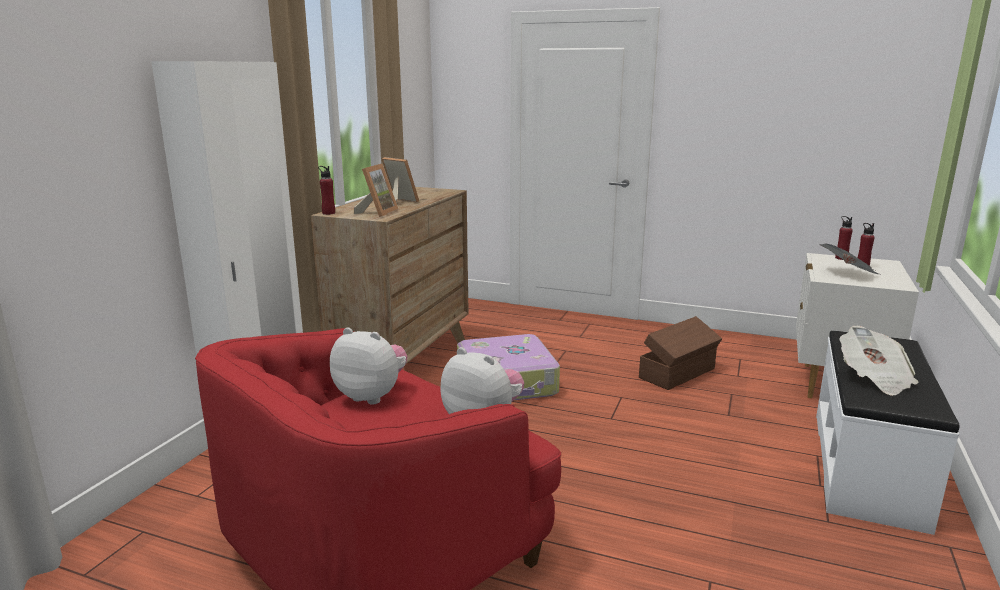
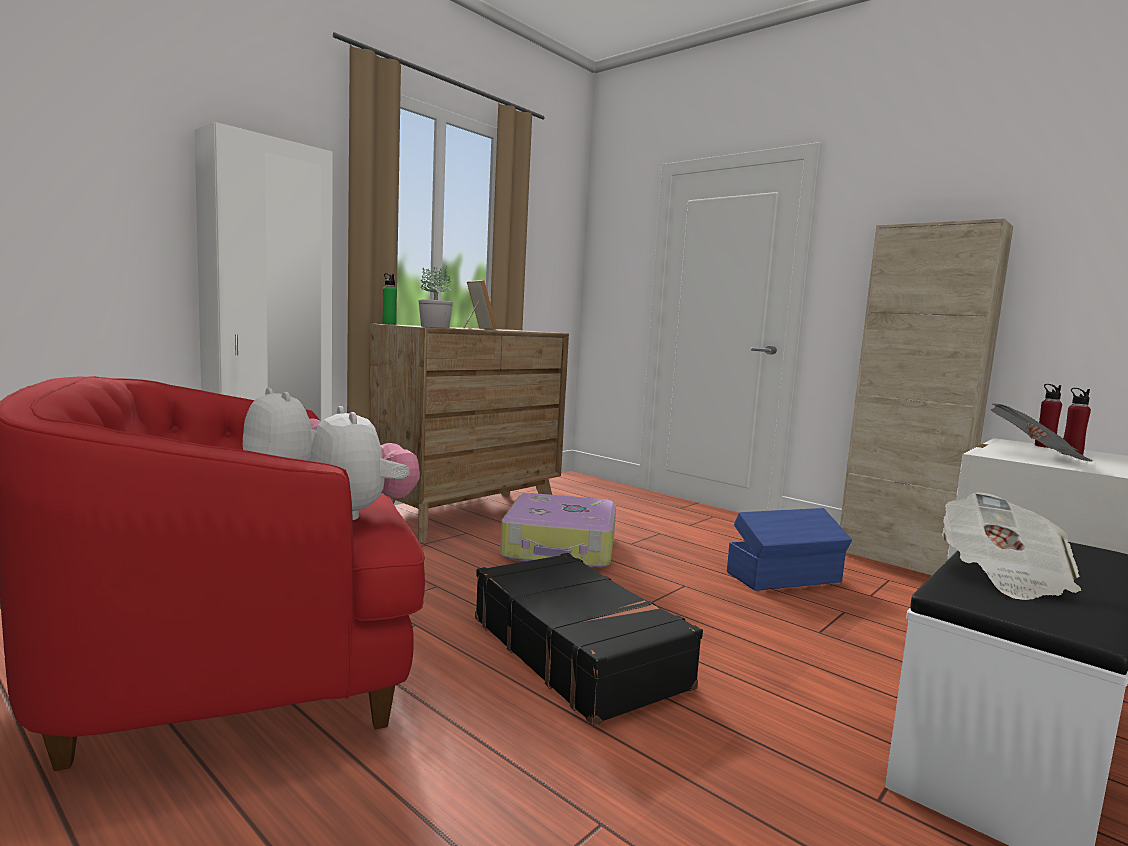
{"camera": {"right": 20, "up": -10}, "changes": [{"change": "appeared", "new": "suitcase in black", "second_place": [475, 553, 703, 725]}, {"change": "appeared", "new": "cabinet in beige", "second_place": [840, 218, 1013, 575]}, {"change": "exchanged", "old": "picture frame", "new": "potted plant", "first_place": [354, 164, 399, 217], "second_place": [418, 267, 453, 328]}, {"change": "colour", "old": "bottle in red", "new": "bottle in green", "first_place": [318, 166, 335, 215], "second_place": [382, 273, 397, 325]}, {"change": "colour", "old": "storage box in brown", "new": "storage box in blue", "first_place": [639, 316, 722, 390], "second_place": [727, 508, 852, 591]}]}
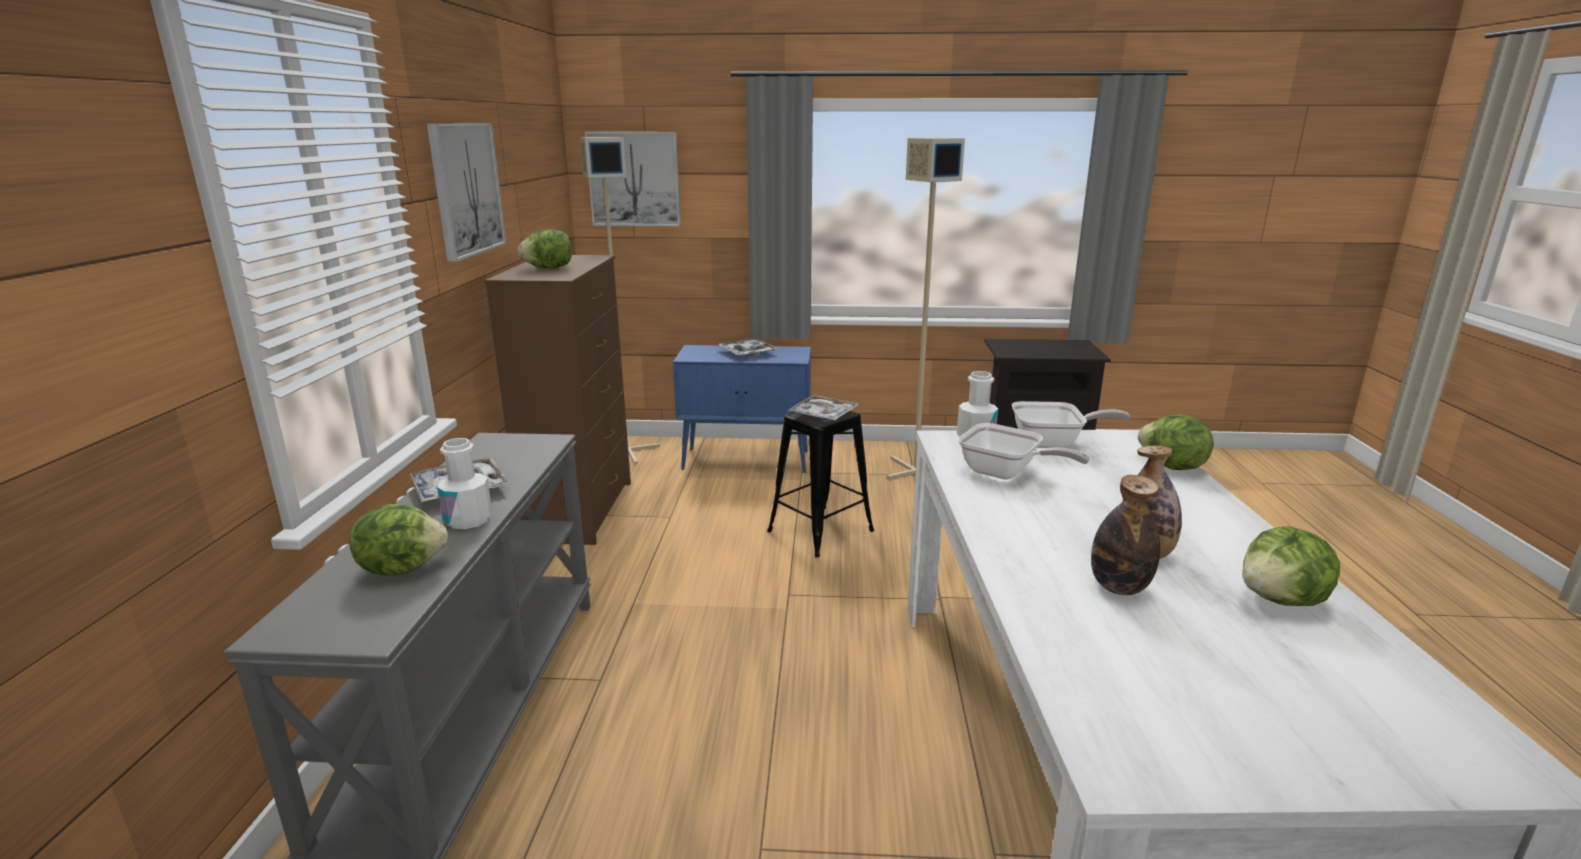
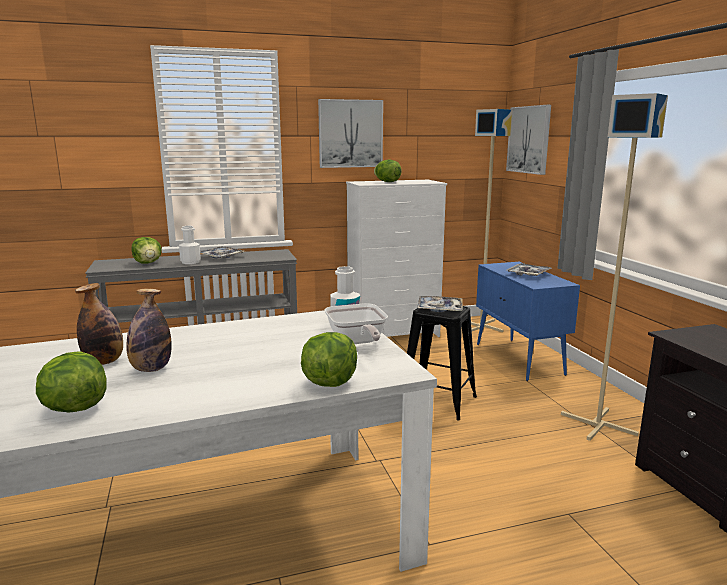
{"camera": {"right": 70, "up": -5}, "changes": [{"change": "missing", "old": "frying pan", "first_place": [958, 423, 1090, 479]}, {"change": "colour", "old": "dresser in brown", "new": "dresser in white", "first_place": [485, 255, 631, 545], "second_place": [346, 180, 447, 337]}]}
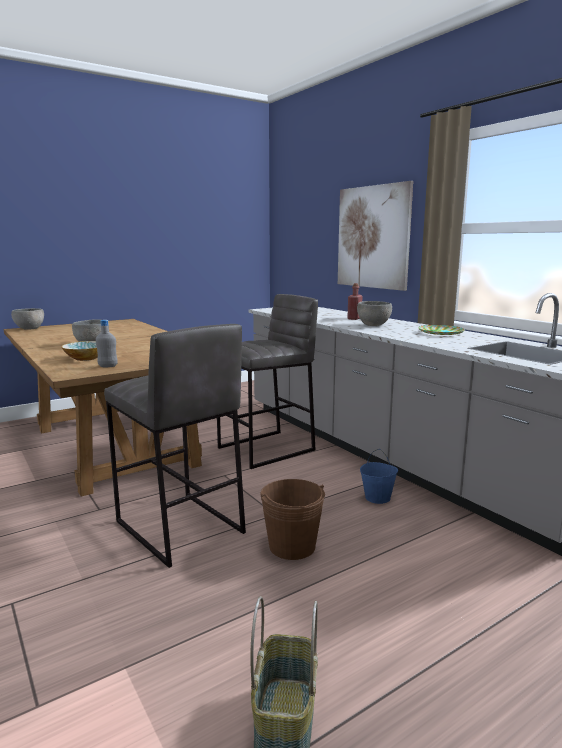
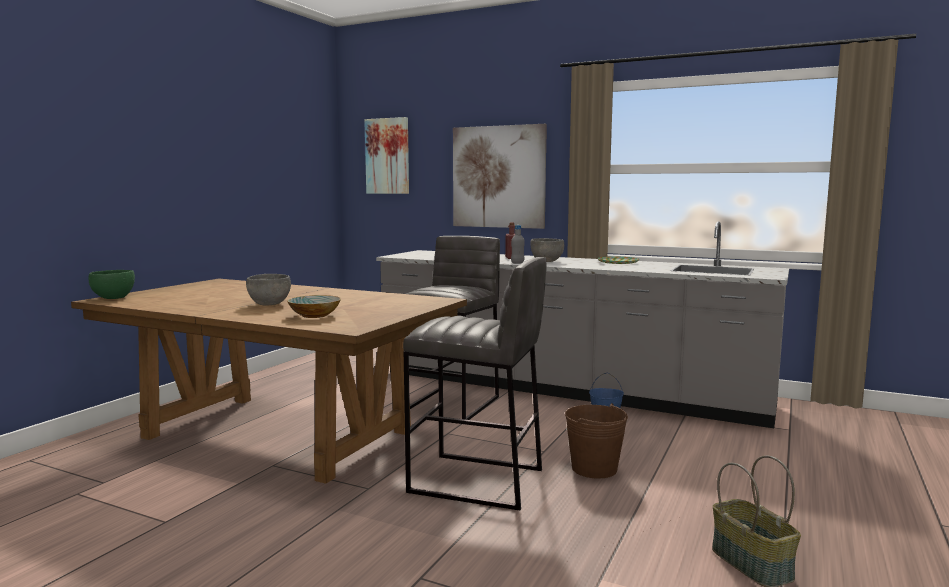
{"camera": {"right": -30, "up": -5}, "changes": [{"change": "appeared", "new": "picture", "second_place": [364, 117, 409, 194]}, {"change": "relocated", "old": "bottle in grey", "first_place": [96, 320, 118, 367], "second_place": [511, 225, 525, 264]}, {"change": "colour", "old": "bowl in grey", "new": "bowl in green", "first_place": [11, 308, 44, 330], "second_place": [89, 270, 135, 299]}]}
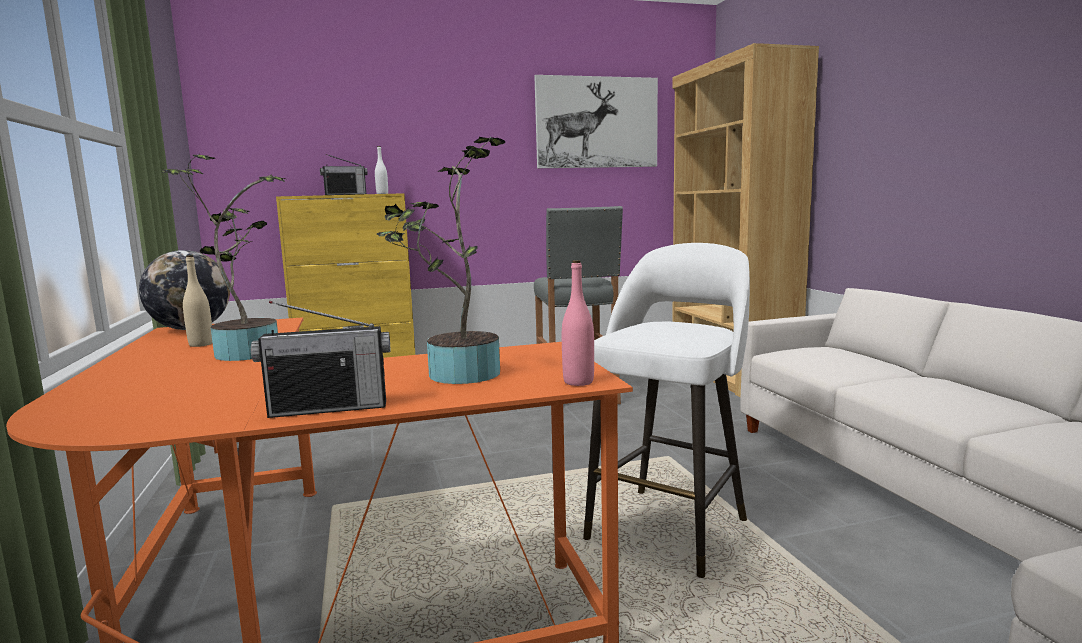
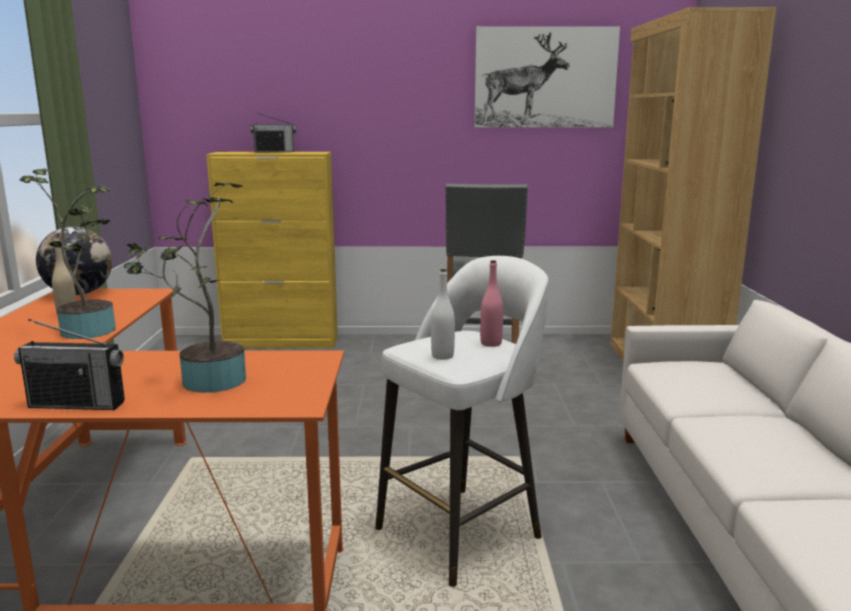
{"camera": {"right": 15, "up": 5}, "changes": [{"change": "relocated", "old": "bottle in white", "first_place": [375, 146, 388, 194], "second_place": [431, 269, 455, 360]}, {"change": "relocated", "old": "bottle in pink", "first_place": [562, 260, 594, 386], "second_place": [480, 260, 503, 347]}]}
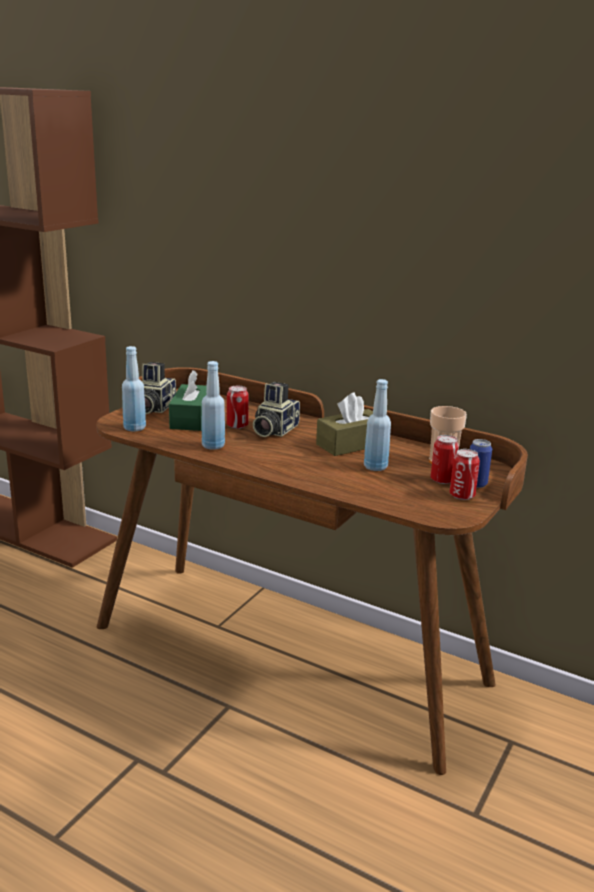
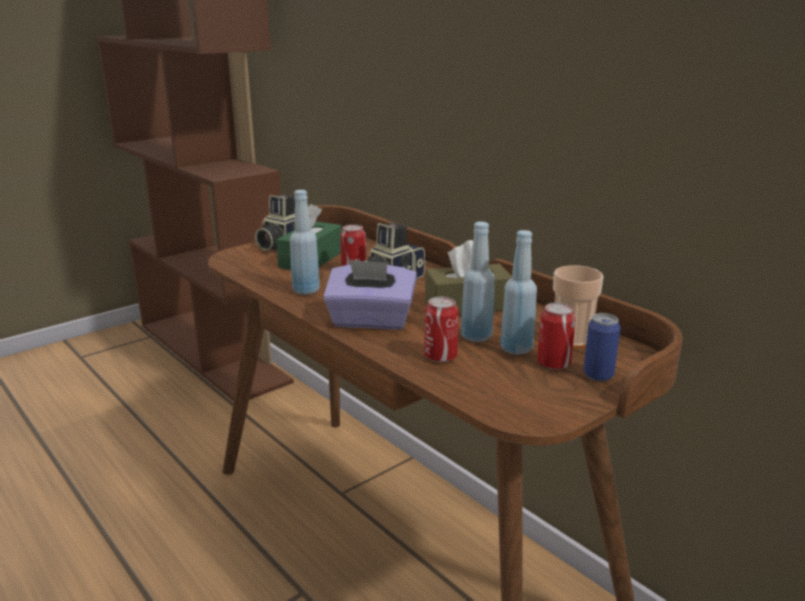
{"camera": {"right": 20, "up": 0}, "changes": [{"change": "appeared", "new": "tissue box in purple", "second_place": [323, 259, 417, 330]}, {"change": "relocated", "old": "bottle in blue", "first_place": [122, 346, 146, 431], "second_place": [500, 230, 537, 354]}, {"change": "relocated", "old": "can", "first_place": [450, 449, 480, 500], "second_place": [424, 297, 459, 362]}]}
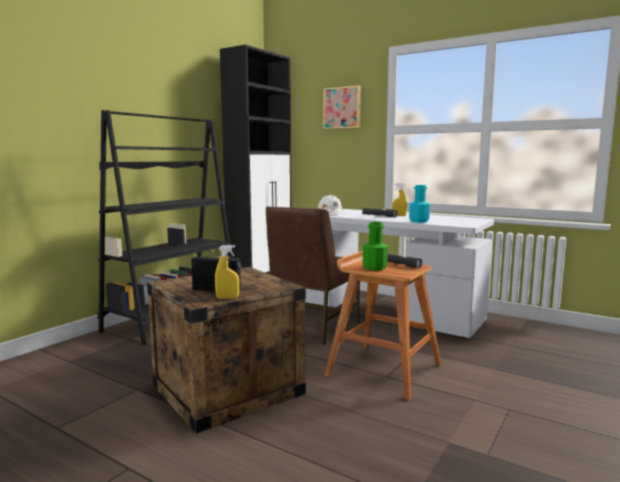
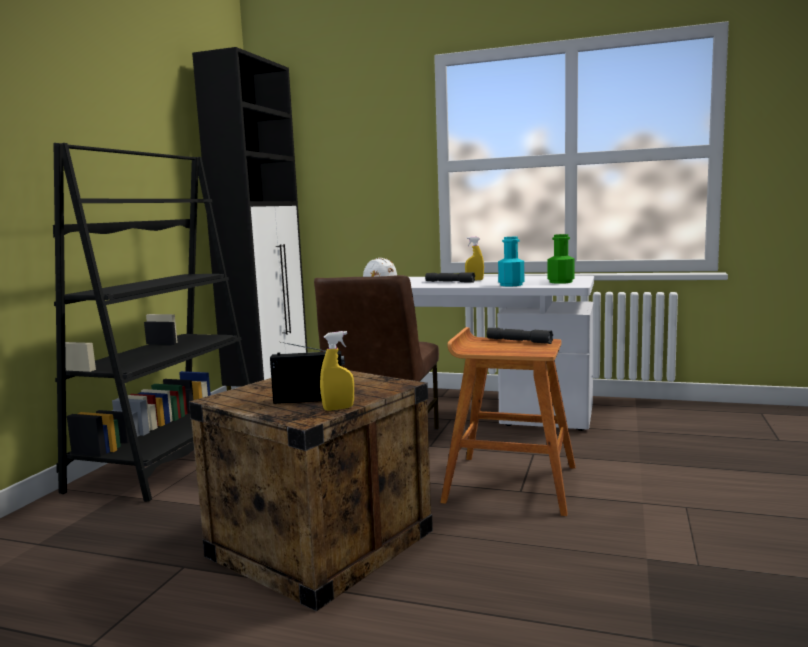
{"camera": {"right": -15, "up": 0}, "changes": [{"change": "missing", "old": "picture", "first_place": [323, 85, 361, 129]}, {"change": "relocated", "old": "bottle in green", "first_place": [363, 222, 388, 270], "second_place": [548, 234, 575, 284]}]}
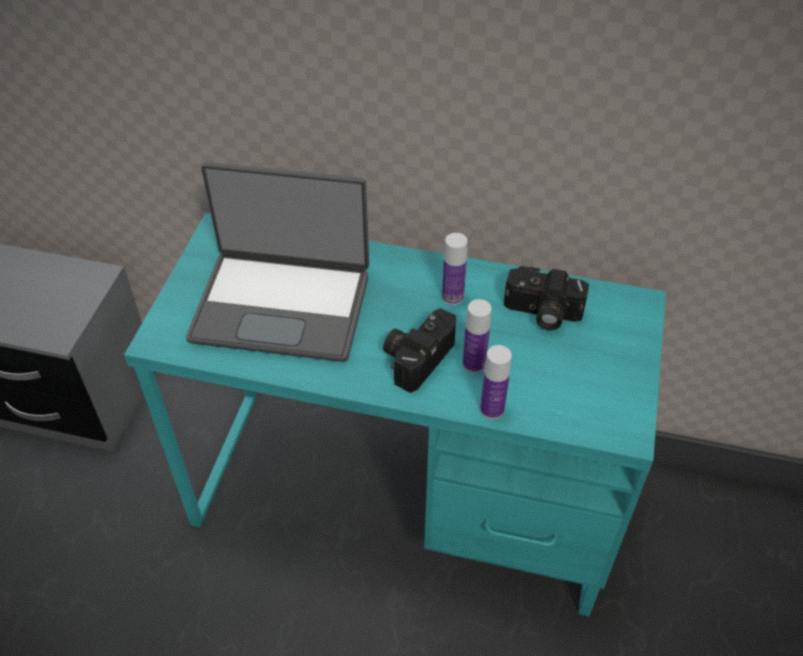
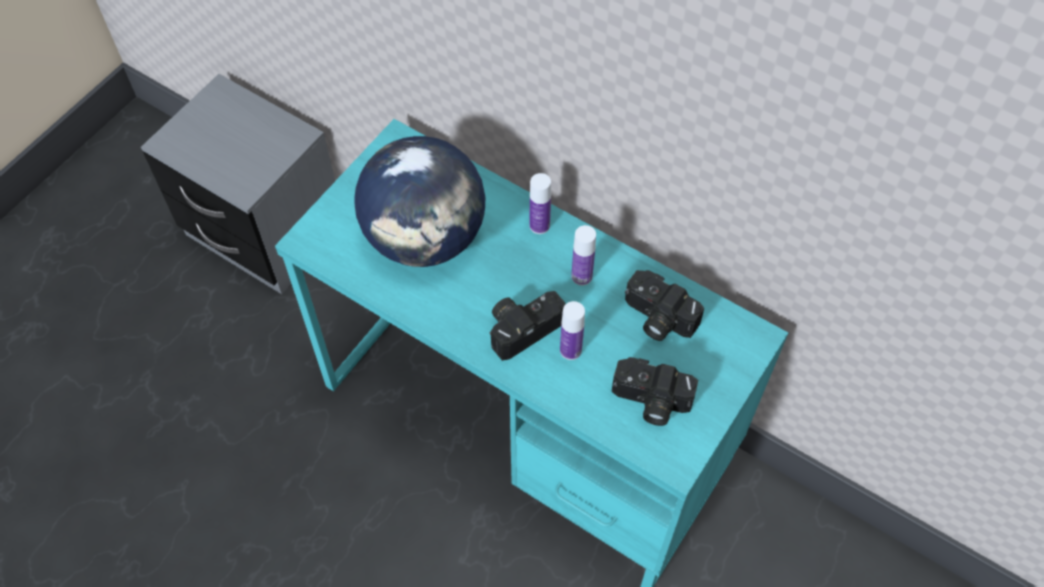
{"camera": {"right": 20, "up": 10}, "changes": [{"change": "appeared", "new": "photo camera", "second_place": [612, 357, 698, 426]}, {"change": "relocated", "old": "bottle", "first_place": [480, 345, 512, 419], "second_place": [530, 173, 551, 234]}, {"change": "exchanged", "old": "laptop", "new": "globe", "first_place": [186, 162, 369, 362], "second_place": [354, 136, 485, 267]}]}
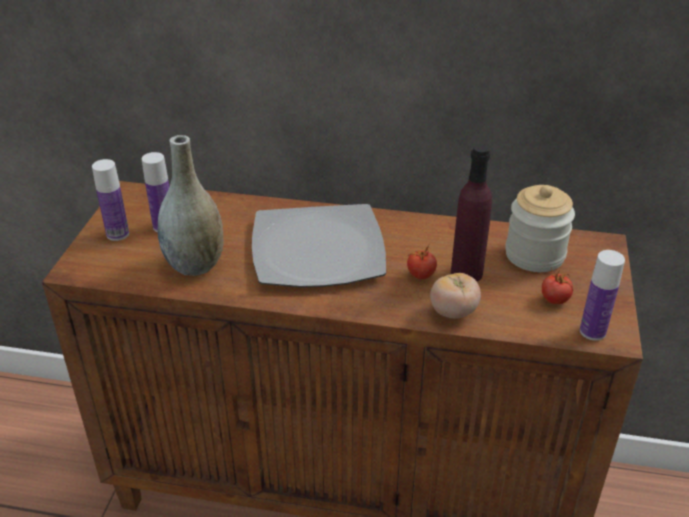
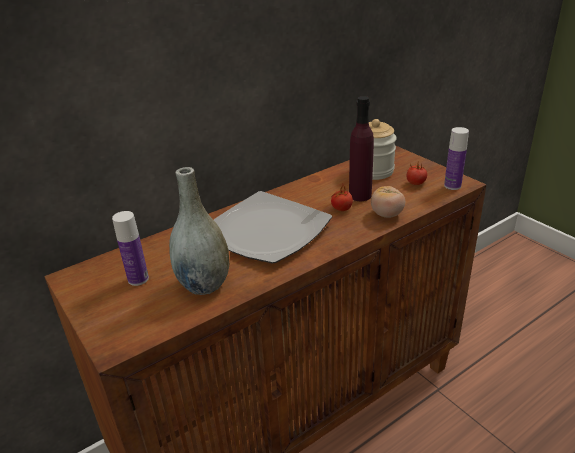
{"camera": {"right": -45, "up": -5}, "changes": [{"change": "missing", "old": "bottle", "first_place": [92, 159, 129, 241]}]}
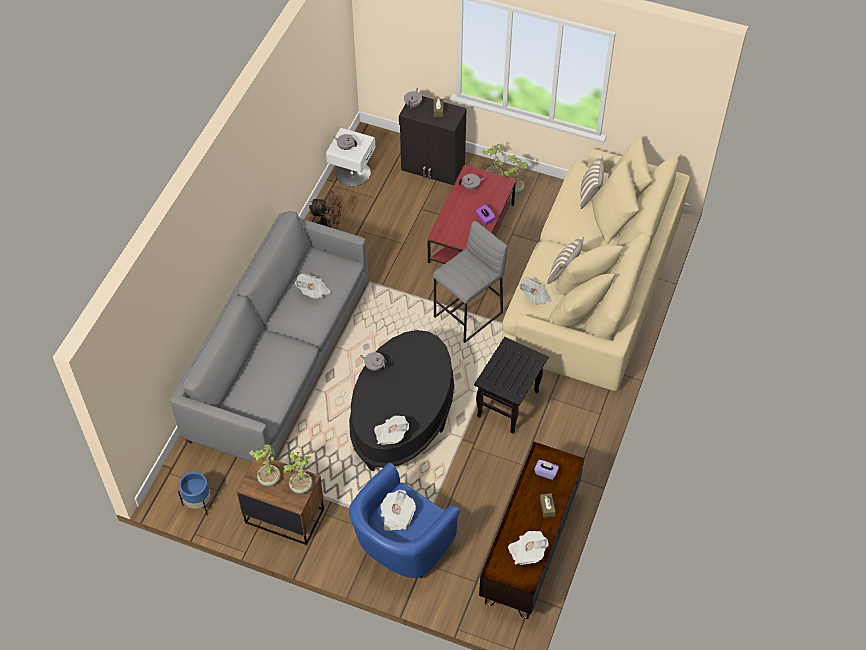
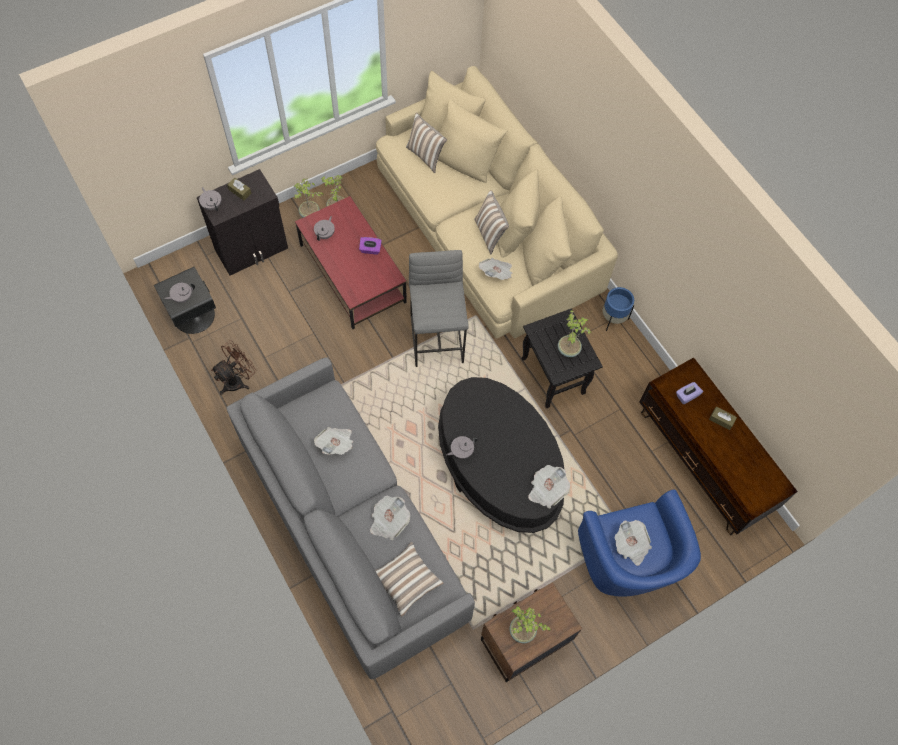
{"camera": {"right": -55, "up": 10}, "changes": [{"change": "appeared", "new": "pillow", "second_place": [375, 542, 443, 616]}, {"change": "relocated", "old": "planter in blue", "first_place": [178, 472, 211, 515], "second_place": [603, 287, 634, 331]}, {"change": "relocated", "old": "potted plant", "first_place": [283, 452, 313, 494], "second_place": [558, 310, 591, 357]}, {"change": "relocated", "old": "newspaper", "first_place": [508, 531, 549, 565], "second_place": [370, 496, 410, 540]}, {"change": "colour", "old": "nightstand in white", "new": "nightstand in black", "first_place": [326, 128, 375, 186], "second_place": [154, 267, 216, 334]}]}
